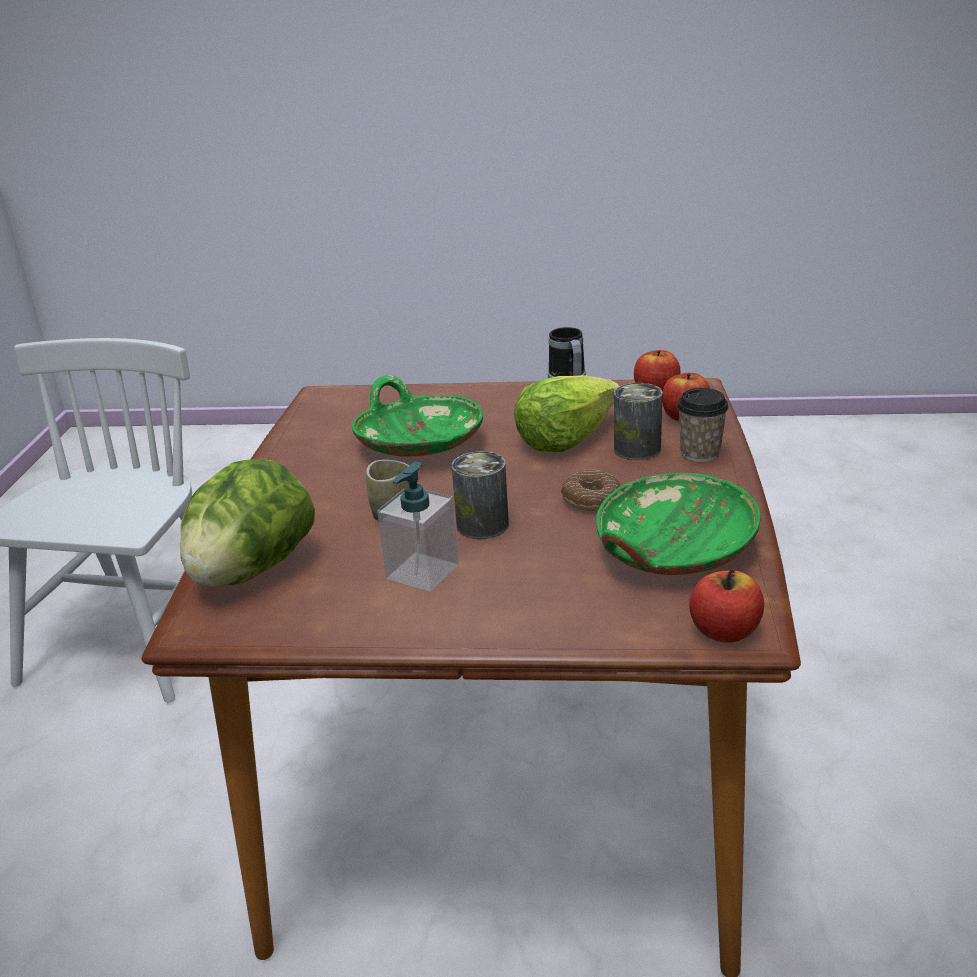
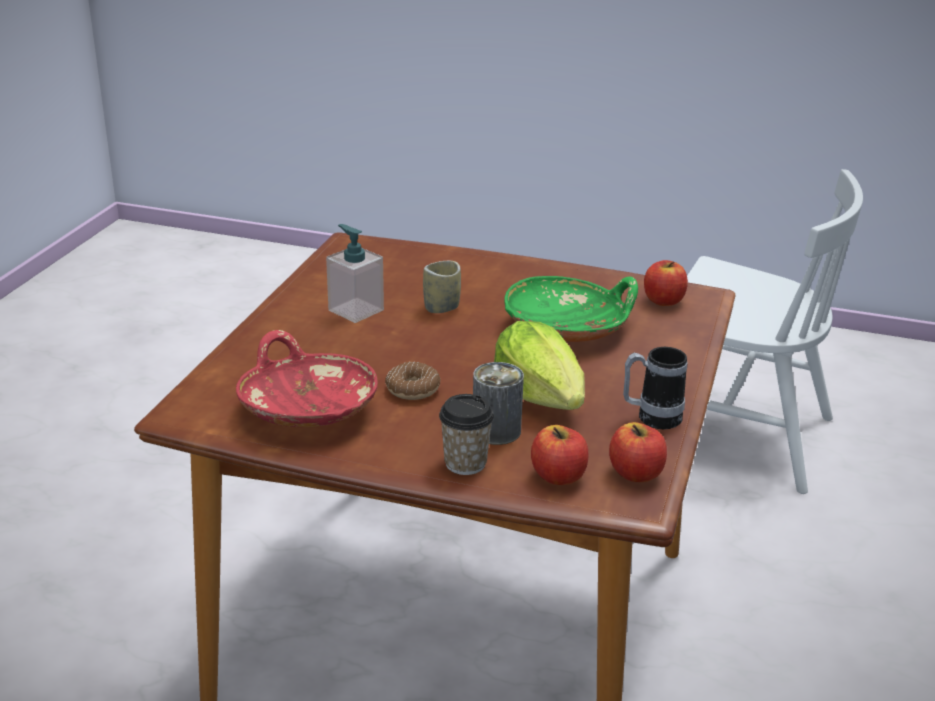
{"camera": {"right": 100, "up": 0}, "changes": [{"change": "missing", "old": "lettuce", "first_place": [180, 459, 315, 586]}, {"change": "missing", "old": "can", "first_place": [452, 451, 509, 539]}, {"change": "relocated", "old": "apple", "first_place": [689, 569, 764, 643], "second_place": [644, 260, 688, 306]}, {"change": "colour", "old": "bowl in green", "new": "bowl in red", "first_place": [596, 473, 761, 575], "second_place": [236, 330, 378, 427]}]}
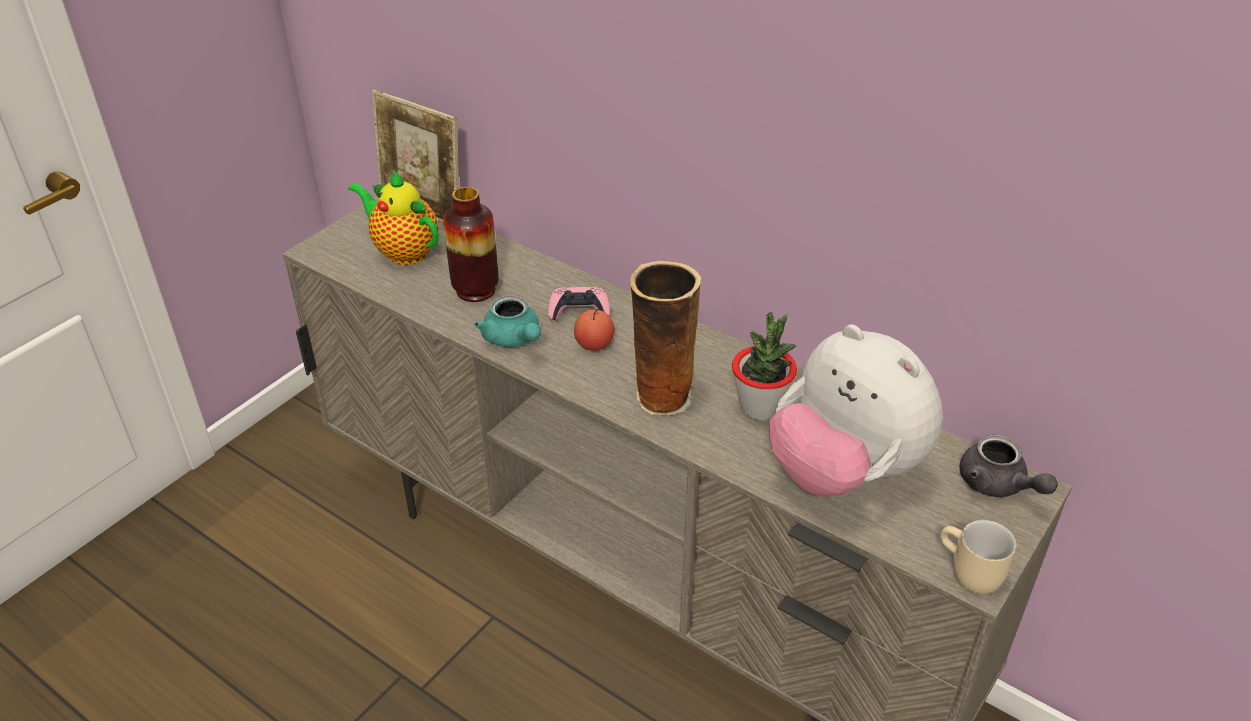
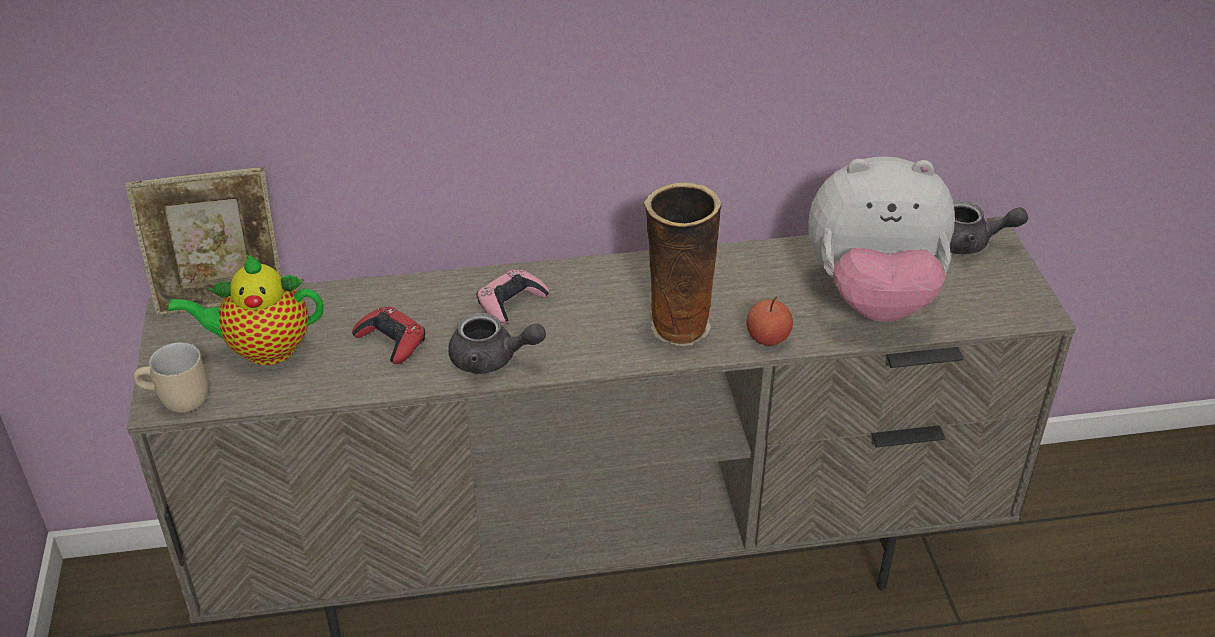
{"camera": {"right": -45, "up": 0}, "changes": [{"change": "missing", "old": "potted plant", "first_place": [732, 312, 797, 420]}, {"change": "relocated", "old": "apple", "first_place": [574, 309, 614, 351], "second_place": [746, 297, 793, 346]}, {"change": "relocated", "old": "mug in beige", "first_place": [940, 520, 1016, 594], "second_place": [134, 342, 208, 413]}, {"change": "exchanged", "old": "vase", "new": "game controller in red", "first_place": [443, 187, 499, 302], "second_place": [352, 306, 425, 364]}, {"change": "colour", "old": "teapot in turquoise", "new": "teapot in grey", "first_place": [474, 295, 541, 347], "second_place": [448, 313, 546, 374]}]}
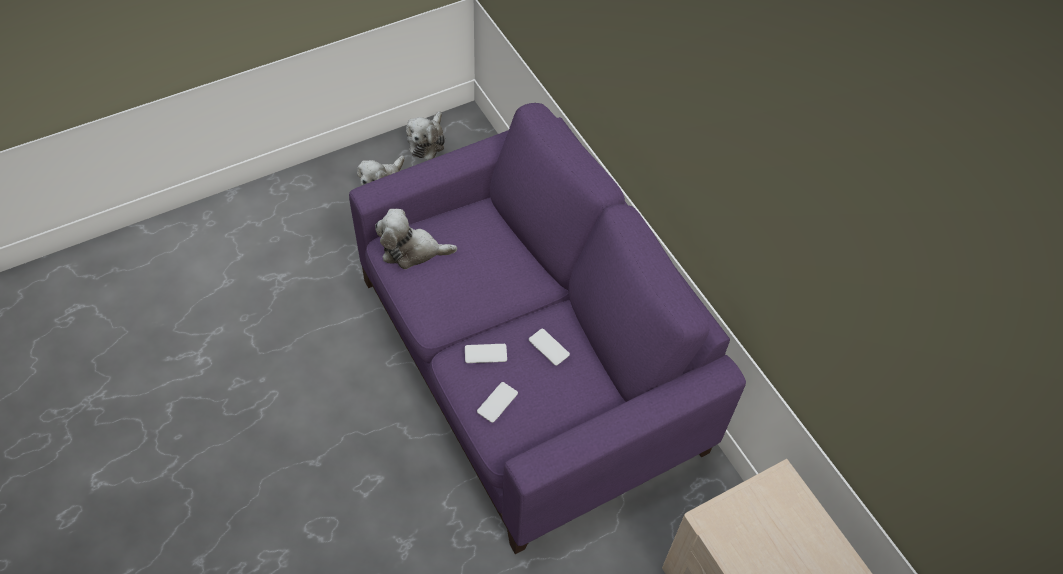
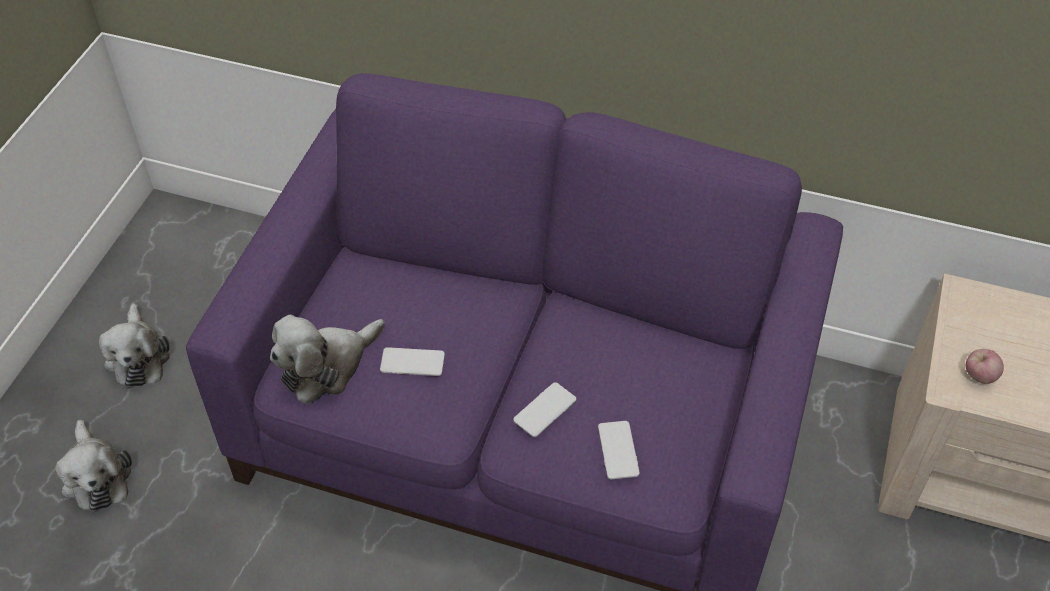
{"camera": {"right": -40, "up": -5}, "changes": [{"change": "appeared", "new": "apple", "second_place": [966, 349, 1004, 384]}, {"change": "relocated", "old": "plush toy", "first_place": [406, 111, 445, 160], "second_place": [56, 419, 132, 512]}, {"change": "relocated", "old": "phone", "first_place": [529, 329, 570, 366], "second_place": [380, 347, 445, 376]}]}
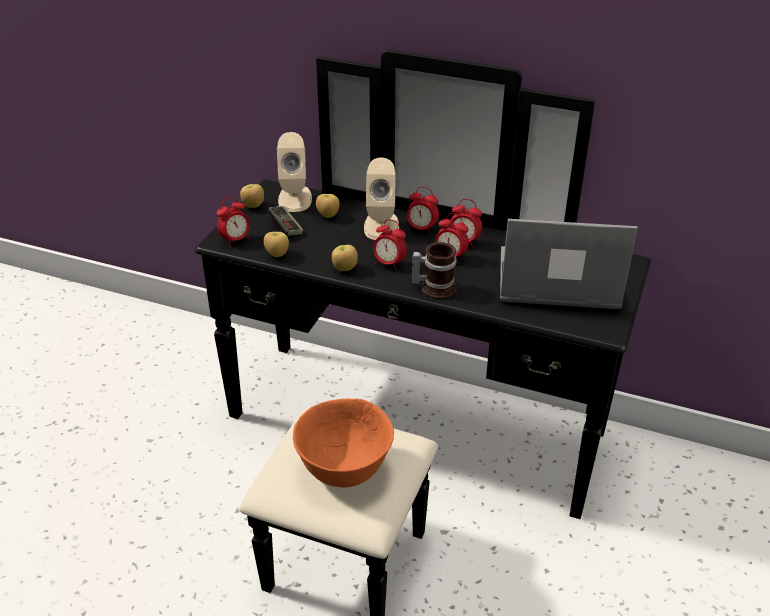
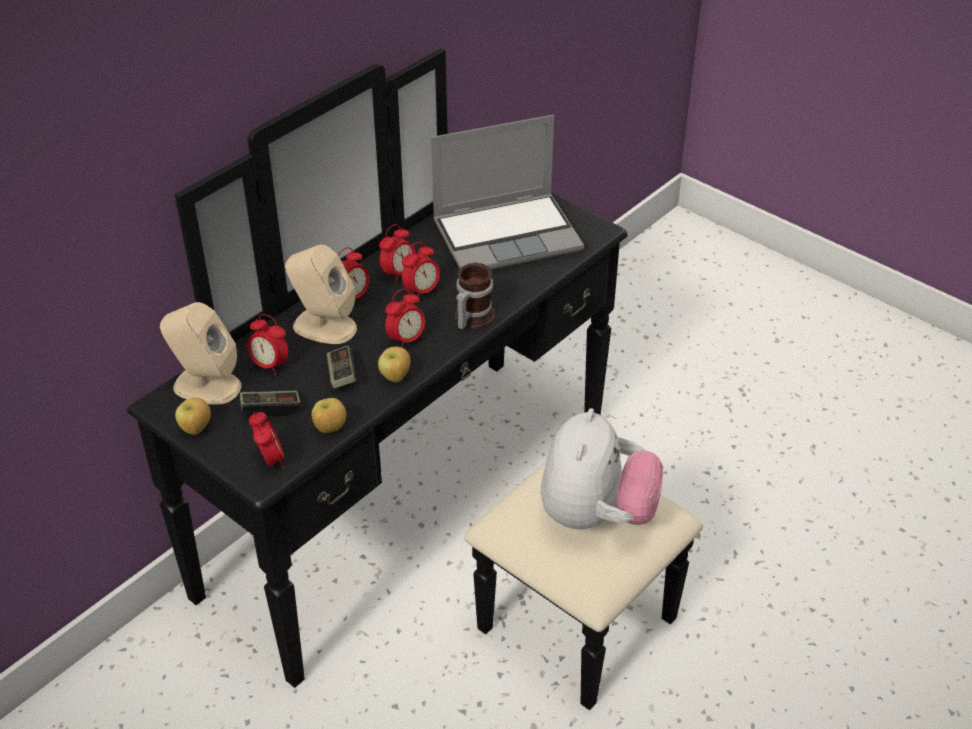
{"camera": {"right": -70, "up": 5}, "changes": [{"change": "appeared", "new": "game controller", "second_place": [327, 346, 356, 389]}, {"change": "exchanged", "old": "bowl in orange", "new": "plush toy", "first_place": [293, 399, 394, 487], "second_place": [541, 408, 663, 529]}, {"change": "exchanged", "old": "apple", "new": "alarm clock", "first_place": [316, 194, 339, 218], "second_place": [247, 314, 289, 376]}, {"change": "spun", "old": "laptop", "first_place": [500, 219, 638, 309], "second_place": [431, 115, 584, 270], "degrees": -135}]}
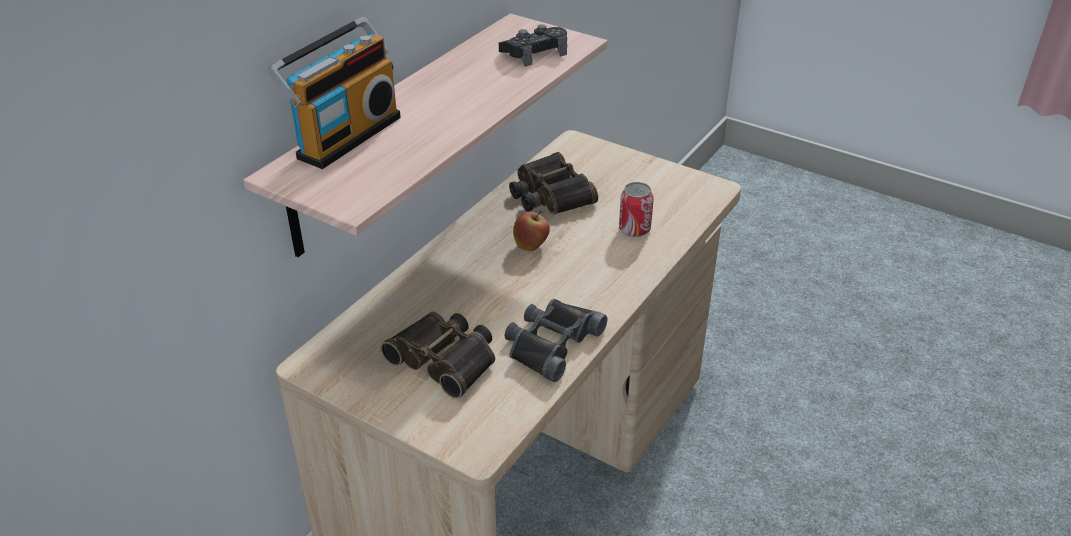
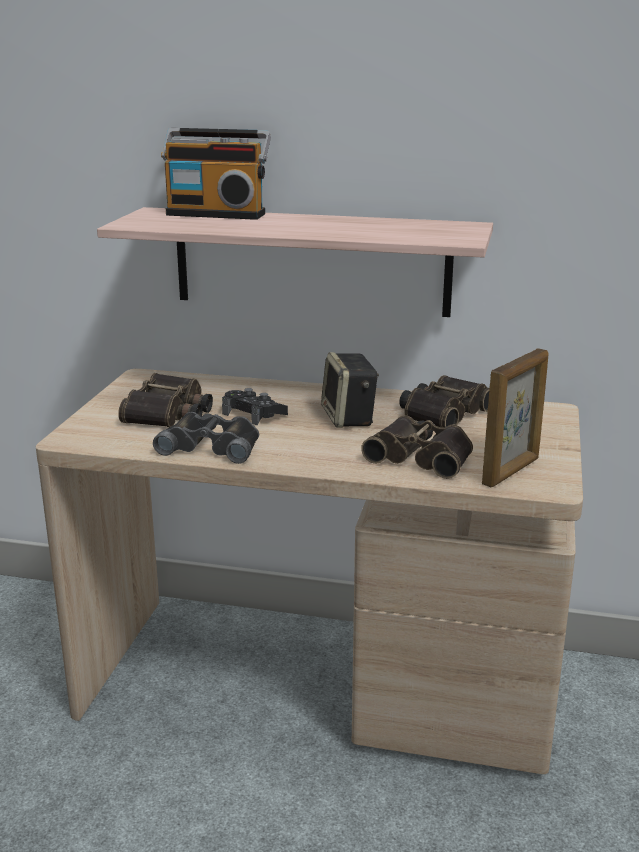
{"camera": {"right": 70, "up": -15}, "changes": [{"change": "appeared", "new": "picture frame", "second_place": [482, 348, 549, 487]}, {"change": "relocated", "old": "game controller in black", "first_place": [499, 24, 567, 67], "second_place": [222, 388, 288, 426]}, {"change": "exchanged", "old": "apple", "new": "speaker", "first_place": [513, 211, 550, 251], "second_place": [321, 352, 379, 428]}, {"change": "exchanged", "old": "can", "new": "binoculars", "first_place": [619, 182, 654, 237], "second_place": [361, 415, 473, 479]}]}
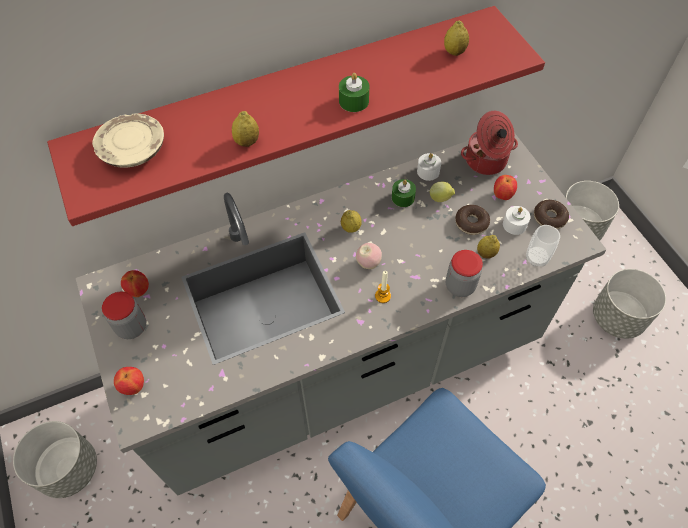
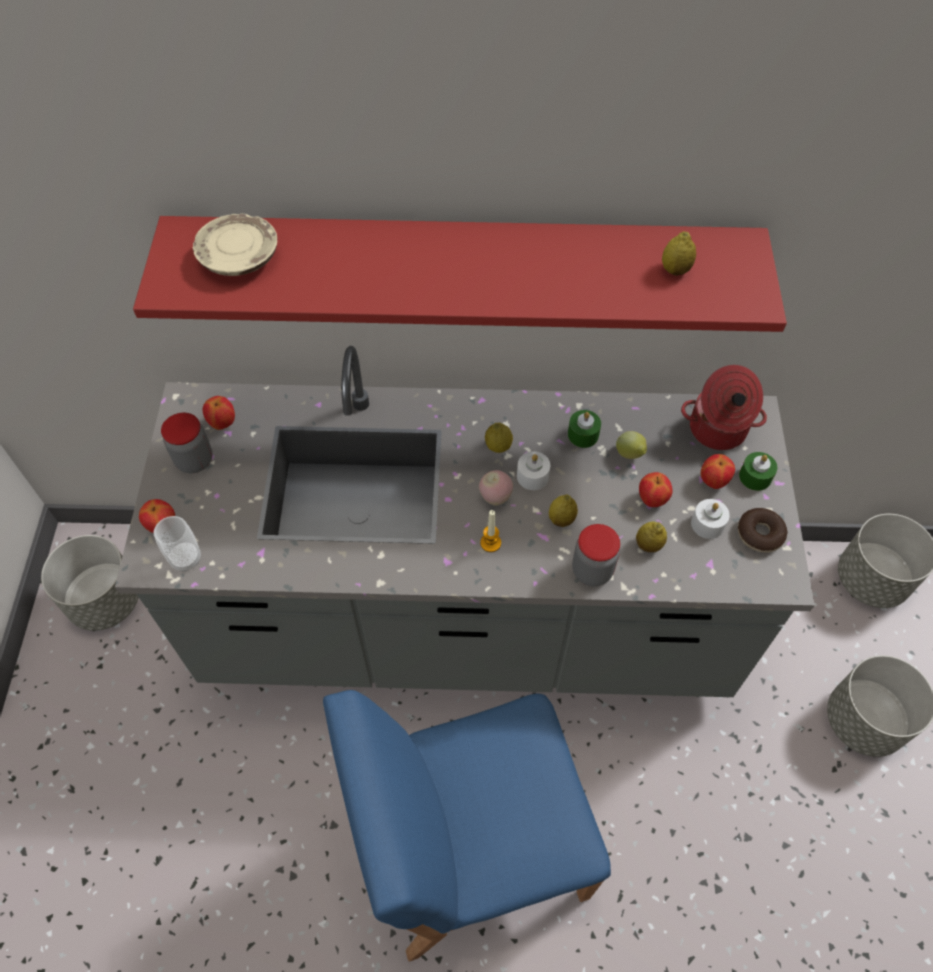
{"camera": {"right": 25, "up": 0}, "changes": [{"change": "relocated", "old": "lemon", "first_place": [232, 111, 259, 147], "second_place": [549, 494, 578, 527]}, {"change": "relocated", "old": "candle in green", "first_place": [339, 73, 370, 112], "second_place": [739, 452, 777, 491]}, {"change": "relocated", "old": "candle in white", "first_place": [417, 153, 441, 181], "second_place": [517, 451, 550, 490]}, {"change": "relocated", "old": "cup", "first_place": [526, 225, 560, 266], "second_place": [154, 516, 201, 572]}, {"change": "exchanged", "old": "donut", "new": "apple", "first_place": [455, 205, 490, 235], "second_place": [639, 472, 673, 507]}]}
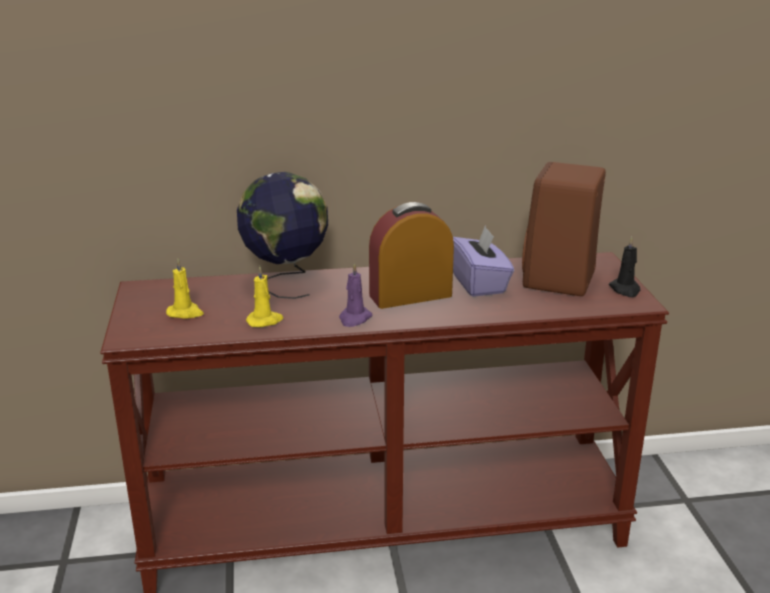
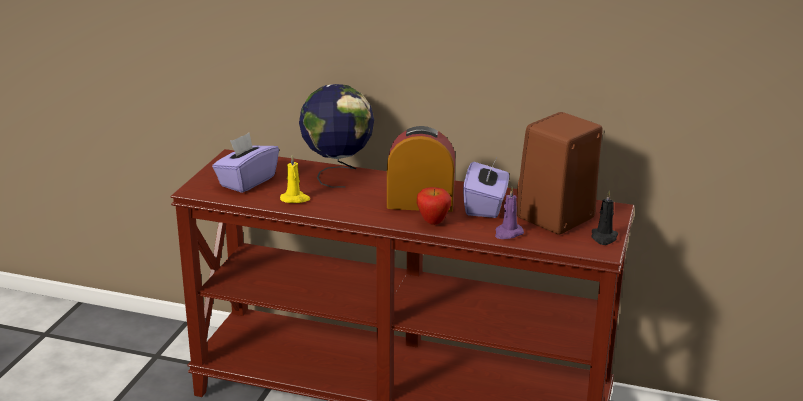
{"camera": {"right": 25, "up": 0}, "changes": [{"change": "appeared", "new": "apple", "second_place": [417, 187, 451, 225]}, {"change": "relocated", "old": "candle in purple", "first_place": [339, 262, 372, 327], "second_place": [495, 187, 524, 239]}, {"change": "exchanged", "old": "candle in yellow", "new": "tissue box in purple", "first_place": [166, 258, 204, 319], "second_place": [212, 133, 279, 193]}]}
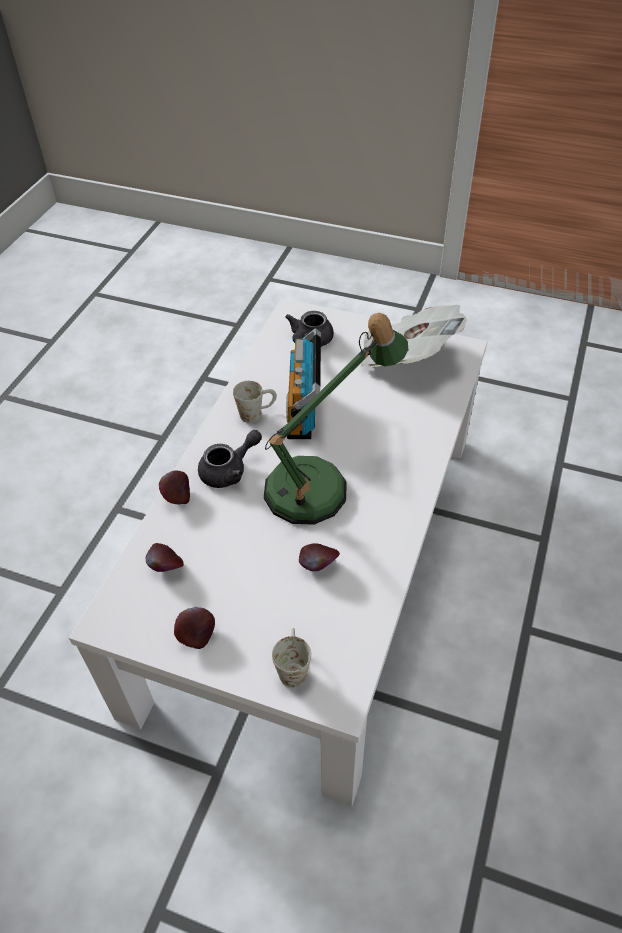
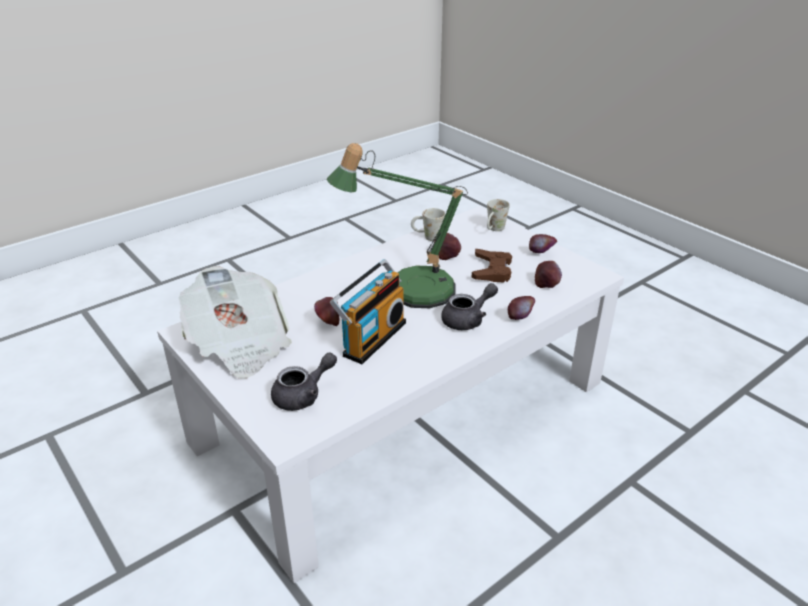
{"camera": {"right": -150, "up": -15}, "changes": [{"change": "appeared", "new": "apple", "second_place": [314, 297, 340, 326]}, {"change": "appeared", "new": "game controller in brown", "second_place": [472, 249, 512, 283]}, {"change": "relocated", "old": "mug in white", "first_place": [233, 381, 277, 423], "second_place": [411, 208, 445, 241]}, {"change": "spun", "old": "teapot in grey", "first_place": [198, 430, 262, 488], "second_place": [441, 283, 498, 330], "degrees": 150}]}
